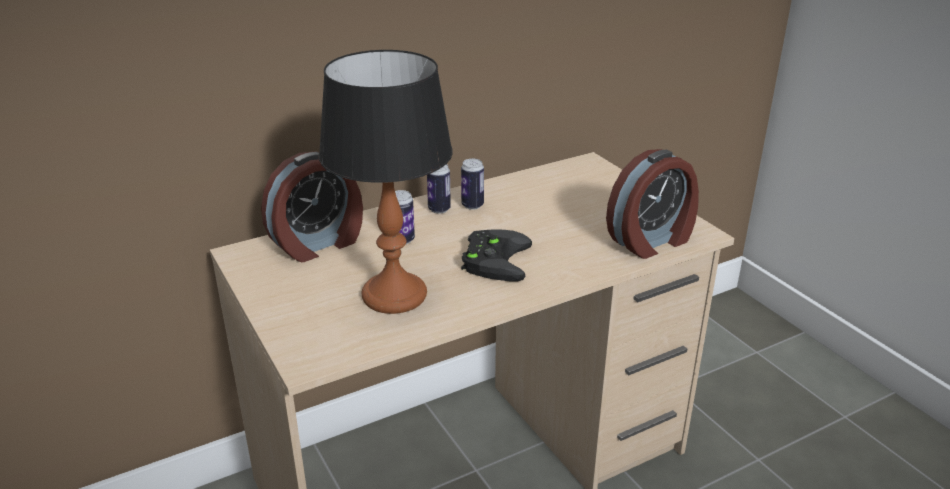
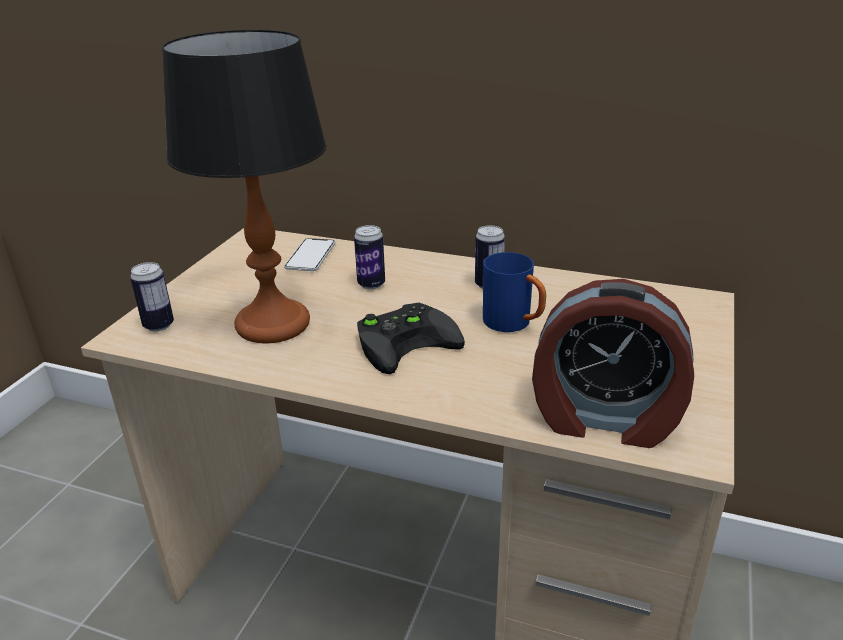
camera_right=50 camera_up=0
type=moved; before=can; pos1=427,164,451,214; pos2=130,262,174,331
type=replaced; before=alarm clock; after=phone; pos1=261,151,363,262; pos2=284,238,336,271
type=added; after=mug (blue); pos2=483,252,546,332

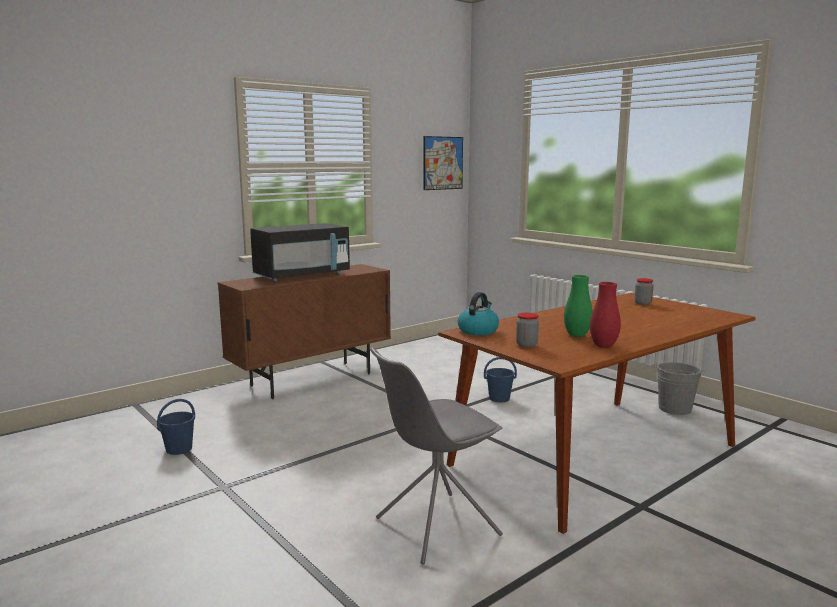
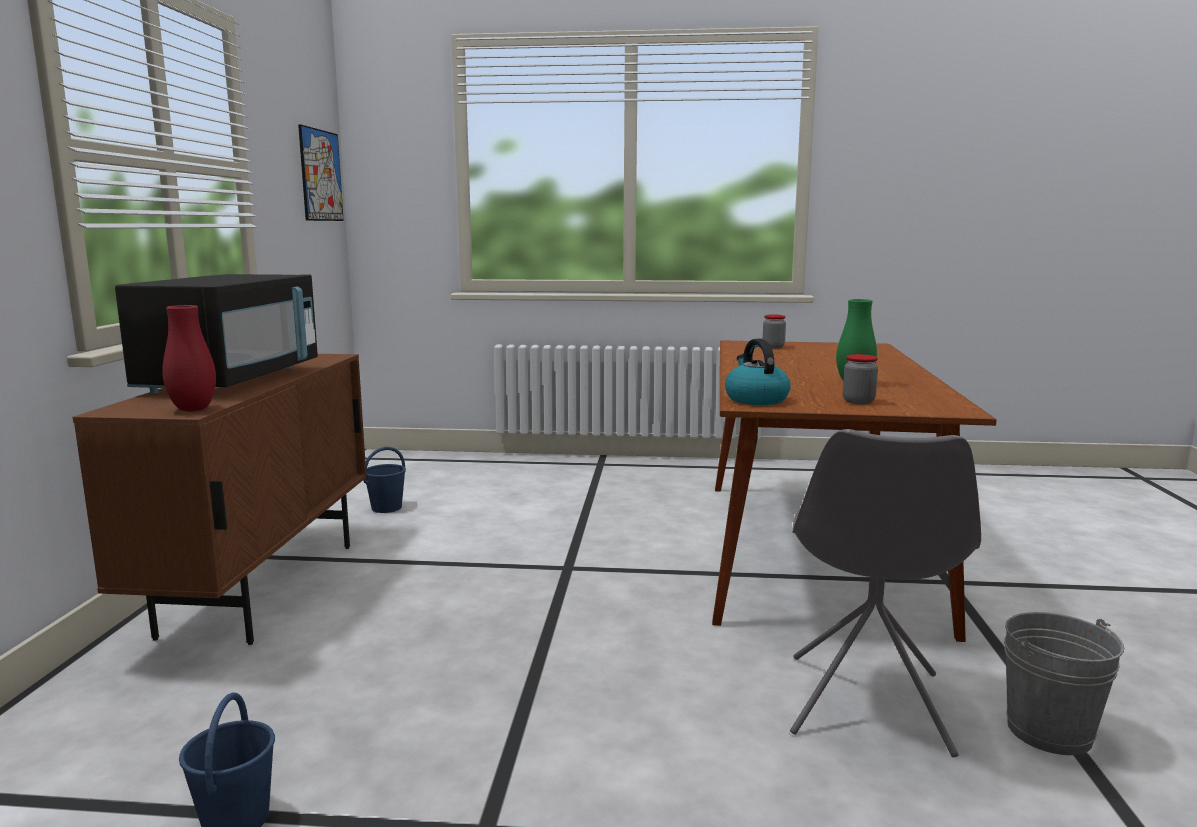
camera_right=-45 camera_up=0
type=moved; before=vase (red); pos1=590,282,621,348; pos2=162,305,216,412
type=moved; before=bucket (blue); pos1=484,357,517,402; pos2=363,447,406,513
type=moved; before=bucket (grey); pos1=654,362,705,415; pos2=1004,612,1124,755

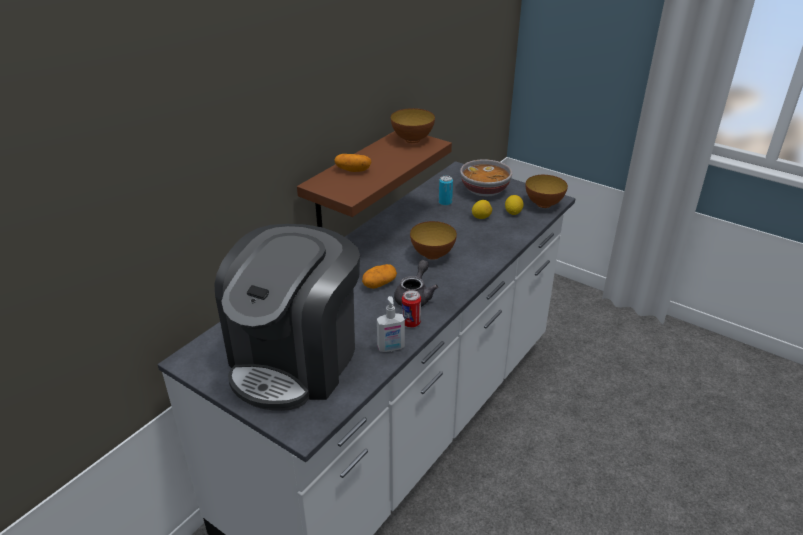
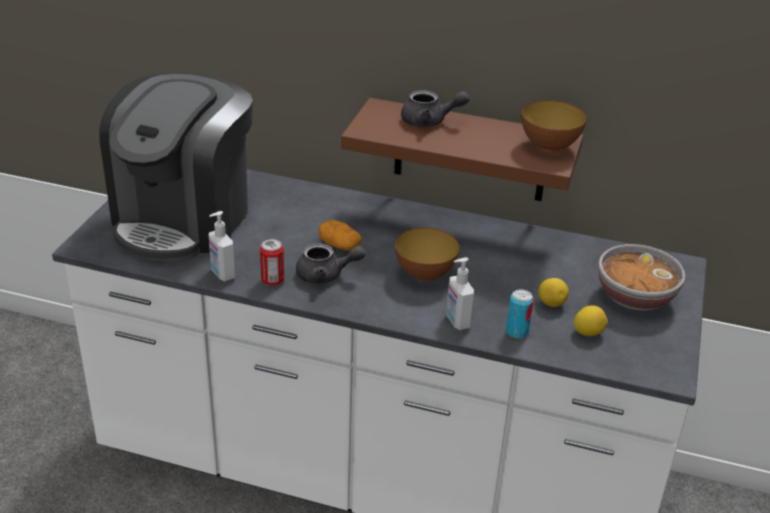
camera_right=70 camera_up=0
type=turned; before=coffee machine; pos1=214,224,360,411; pos2=99,73,253,262; turn=-75
type=replaced; before=potato; after=teapot (grey); pos1=334,154,372,172; pos2=401,90,469,127
type=added; after=soap dispenser; pos2=446,257,474,330
type=moved; before=can; pos1=439,176,453,206; pos2=506,289,534,339
type=removed; before=bowl; pos1=525,175,568,208

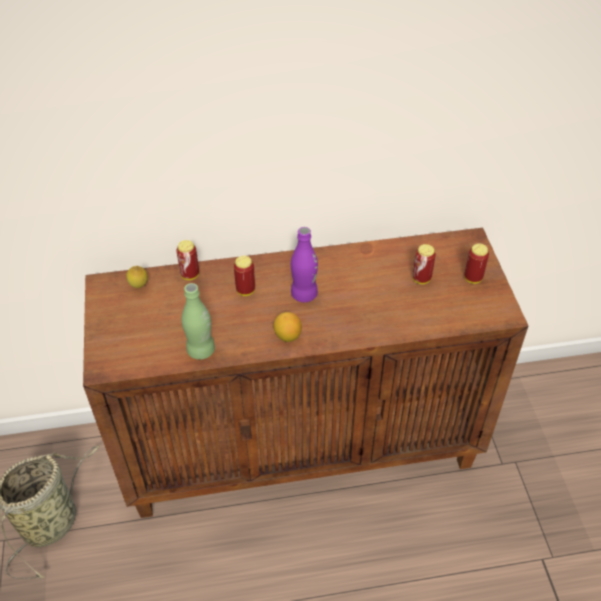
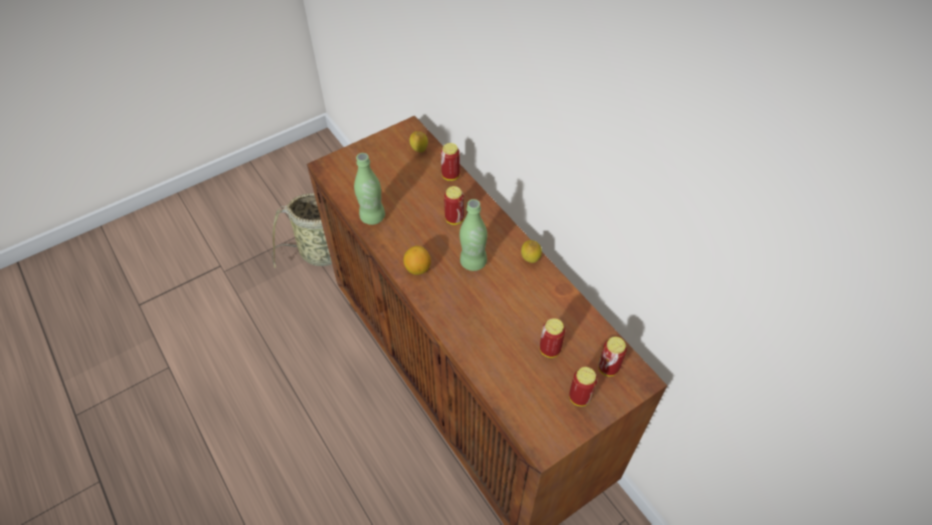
camera_right=65 camera_up=5
type=recoloured; before=bottle (purple); after=bottle (green); pos1=291,227,318,302; pos2=459,199,487,271
type=added; after=lemon; pos2=521,240,542,263
type=added; after=can; pos2=598,337,627,376

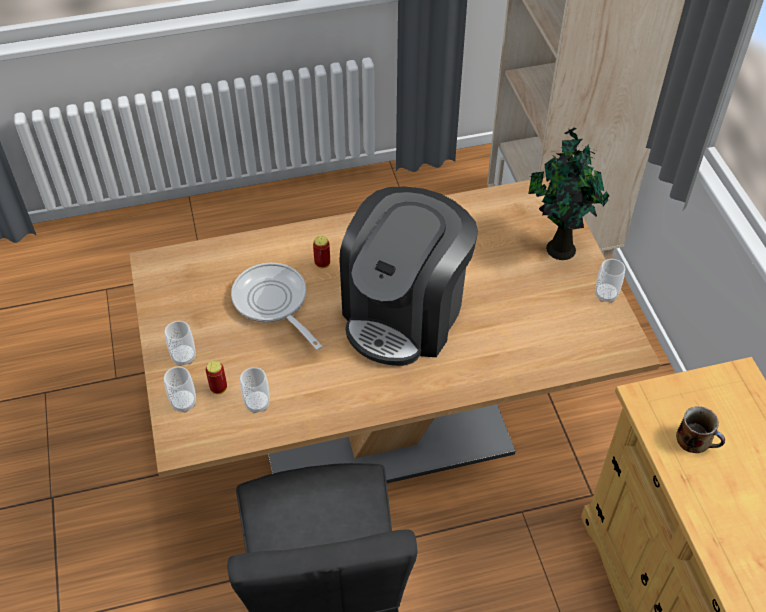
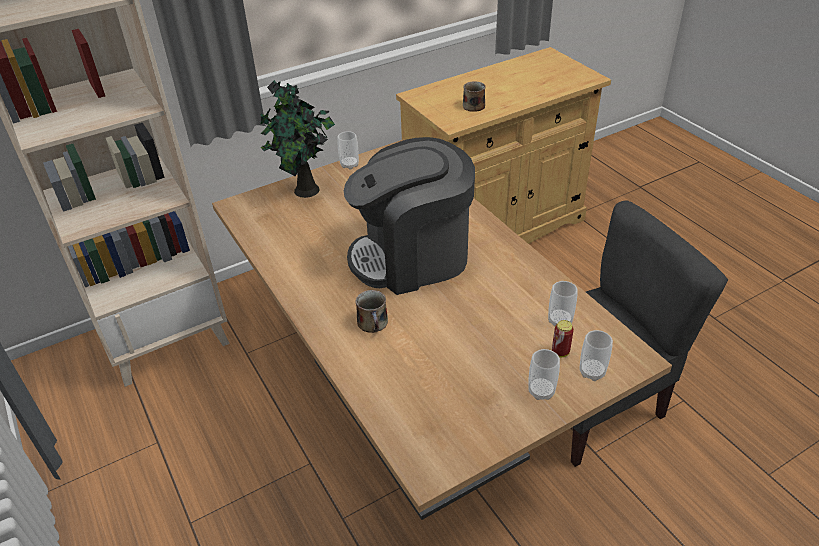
camera_right=-105 camera_up=-10
type=turned; before=coffee machine; pos1=339,187,478,366; pos2=344,137,475,295; turn=150
type=replaced; before=can; after=mug; pos1=313,236,330,268; pos2=355,290,388,333
type=removed; before=frying pan; pos1=231,263,322,350

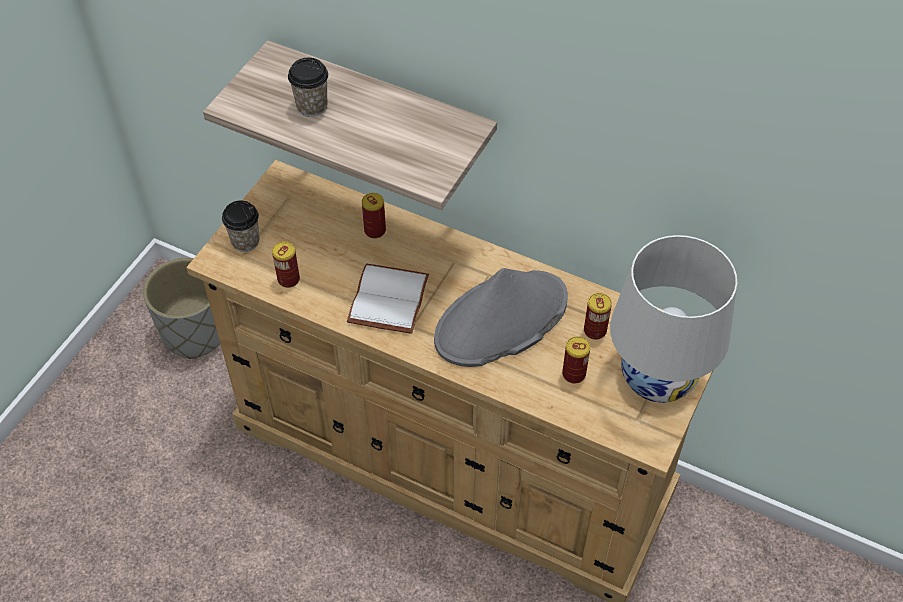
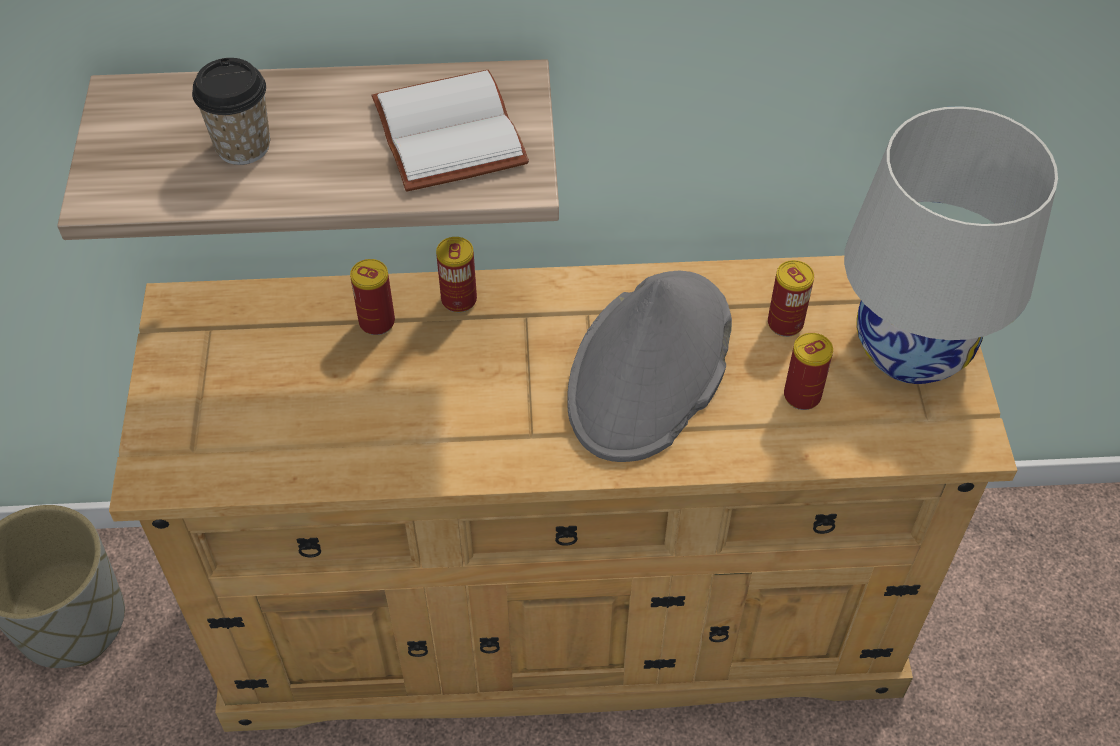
camera_right=-30 camera_up=0
type=moved; before=book (white); pos1=347,263,429,334; pos2=371,70,529,192
type=moved; before=can; pos1=272,241,300,288; pos2=436,237,477,313
type=removed; before=cup; pos1=222,201,259,252

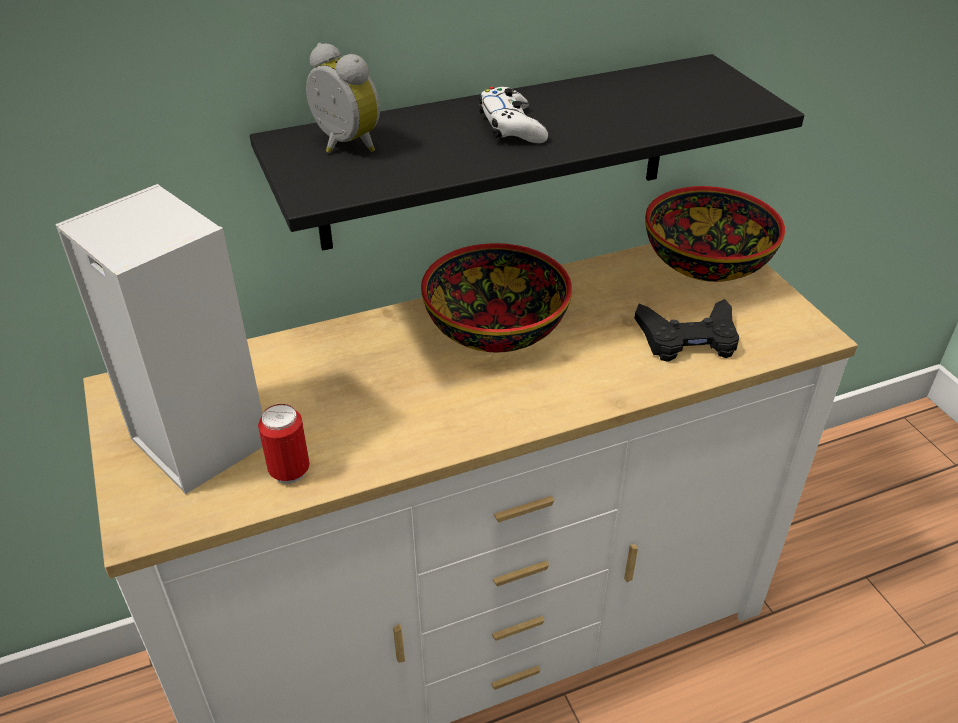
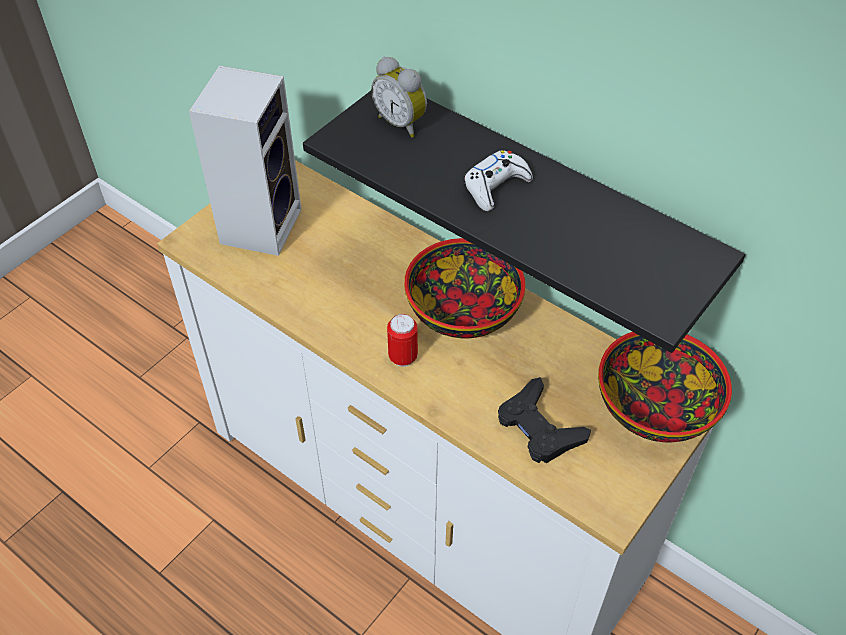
camera_right=60 camera_up=10
type=turned; before=alarm clock; pos1=306,43,380,153; pos2=371,57,427,137; turn=120
type=moved; before=can; pos1=258,404,310,484; pos2=387,314,418,367

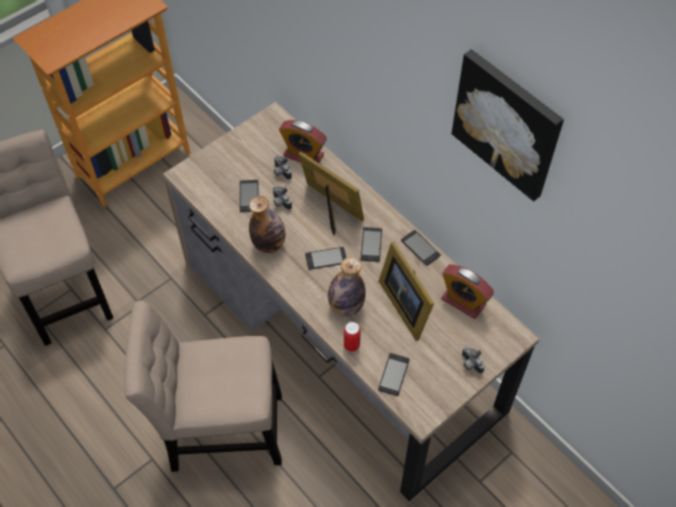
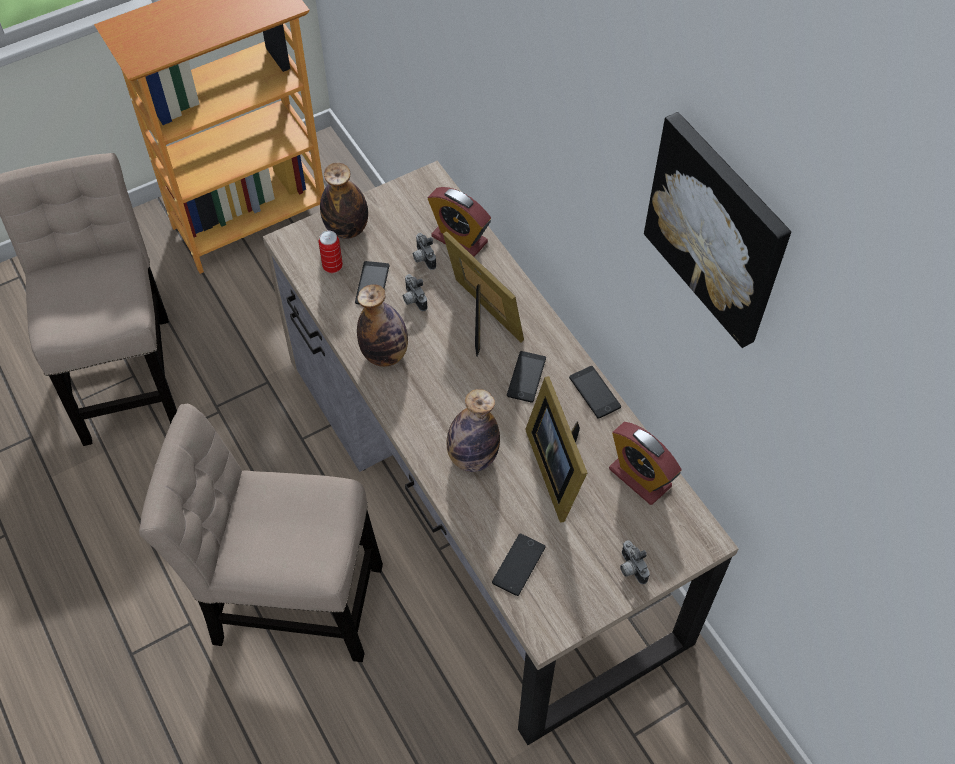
camera_right=10 camera_up=0
type=moved; before=can; pos1=344,322,361,352; pos2=318,230,343,273
type=added; after=bottle; pos2=320,163,368,239
type=removed; before=phone; pos1=305,247,346,270

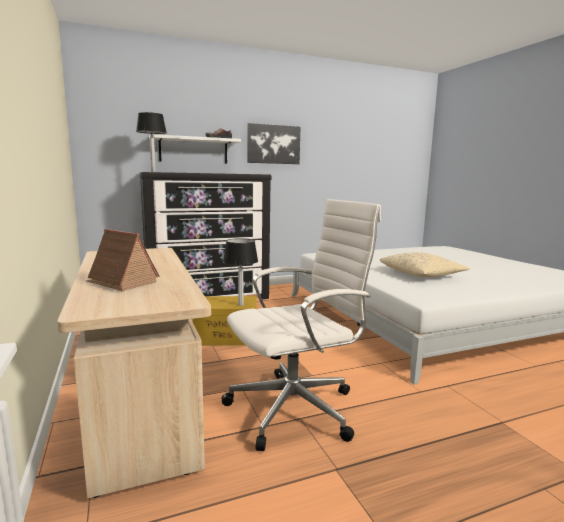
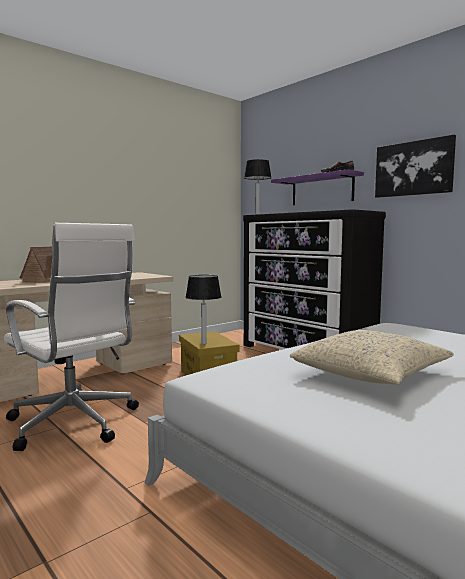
camera_right=70 camera_up=-5
type=recoloured; before=shelf (white); after=shelf (purple); pos1=149,134,241,163; pos2=271,169,364,205

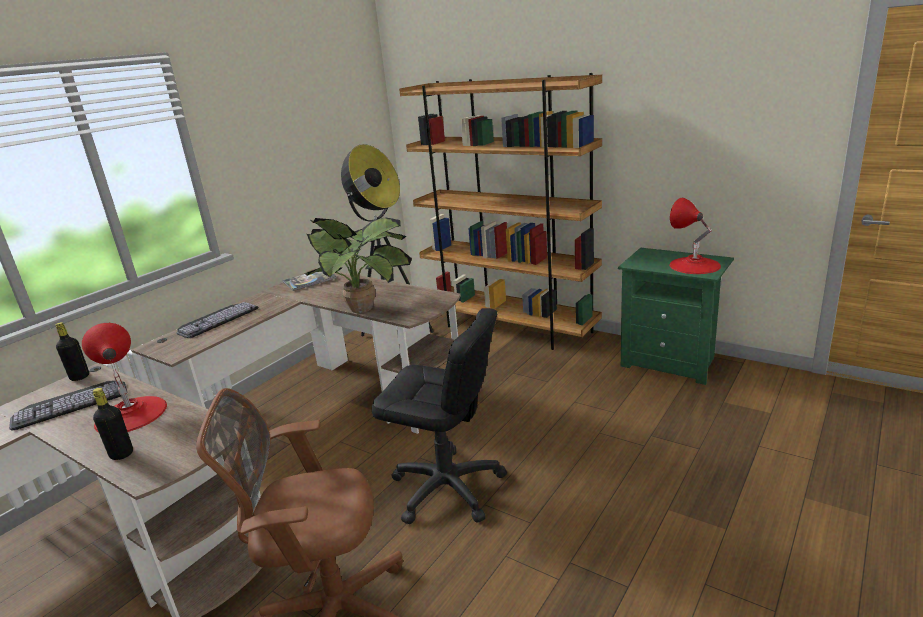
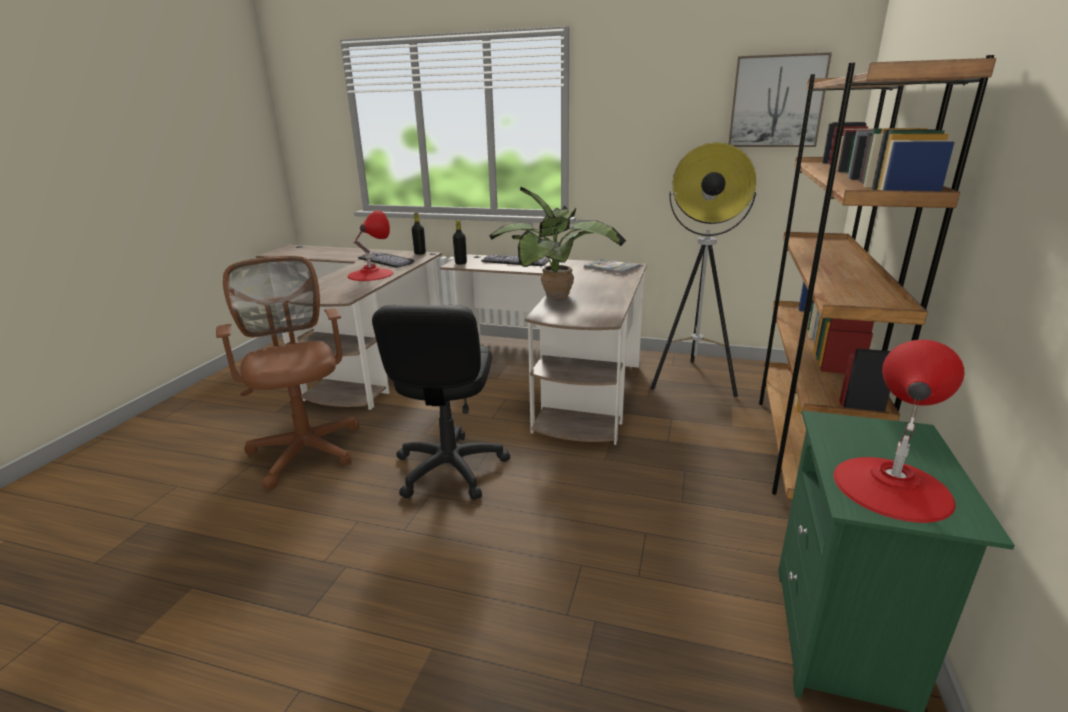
camera_right=70 camera_up=0
type=moved; before=bottle (black); pos1=93,388,133,460; pos2=453,220,467,265
type=added; after=picture; pos2=728,52,832,147

